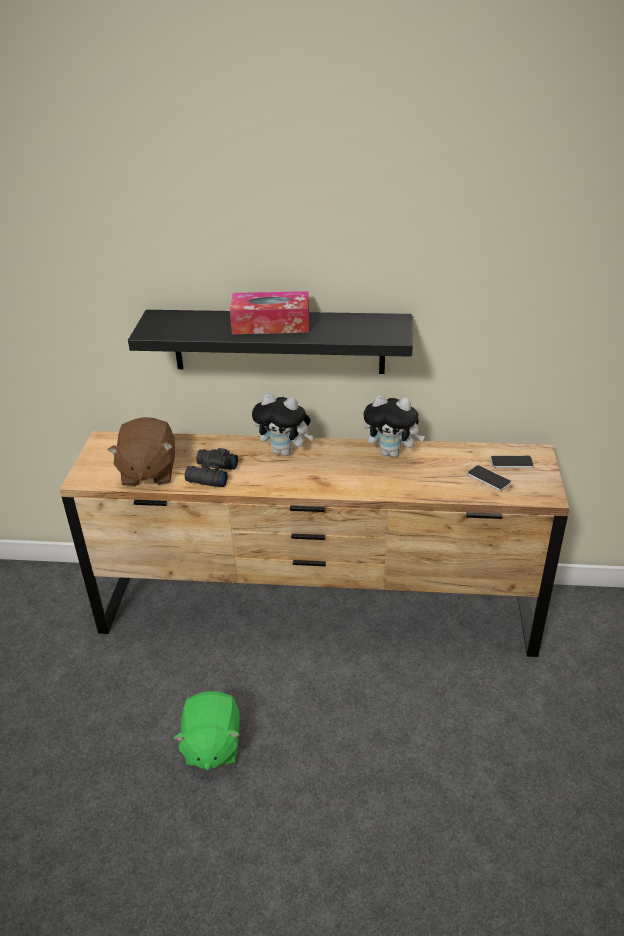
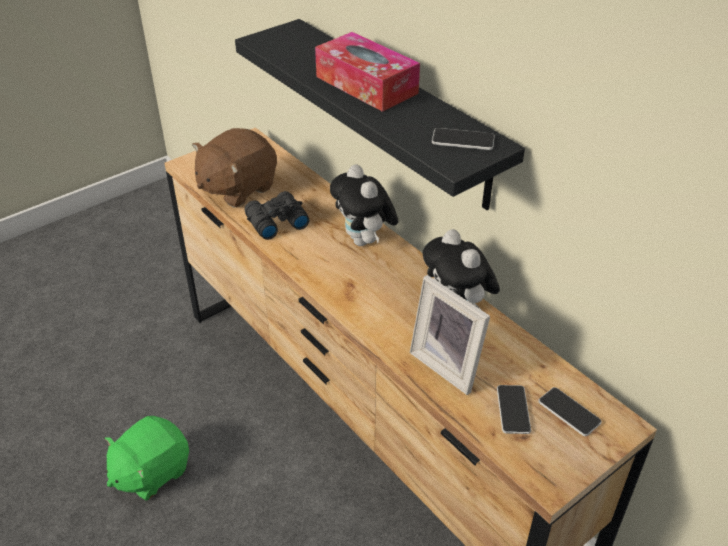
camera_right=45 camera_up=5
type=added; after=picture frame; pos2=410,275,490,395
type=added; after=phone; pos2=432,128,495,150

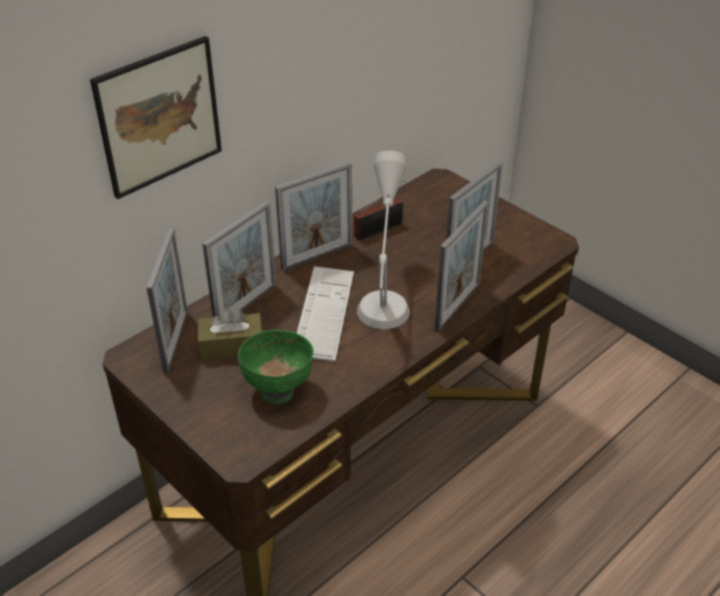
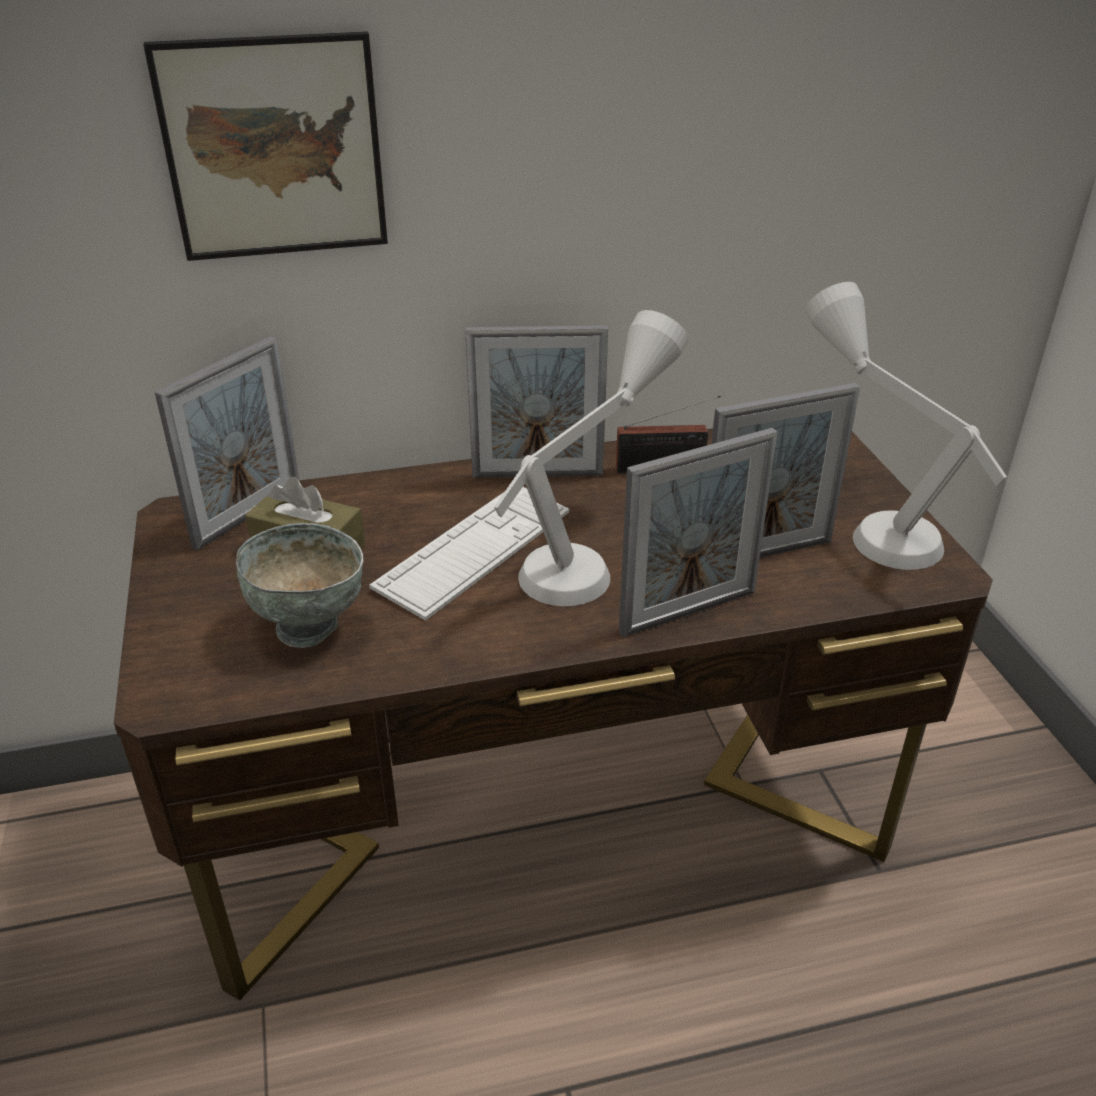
camera_right=30 camera_up=-5
type=recoloured; before=bowl (green); after=bowl (grey); pos1=238,330,314,404; pos2=236,523,363,648
type=added; after=table lamp (grey); pos2=805,282,1007,570
type=removed; before=picture frame; pos1=202,201,276,317

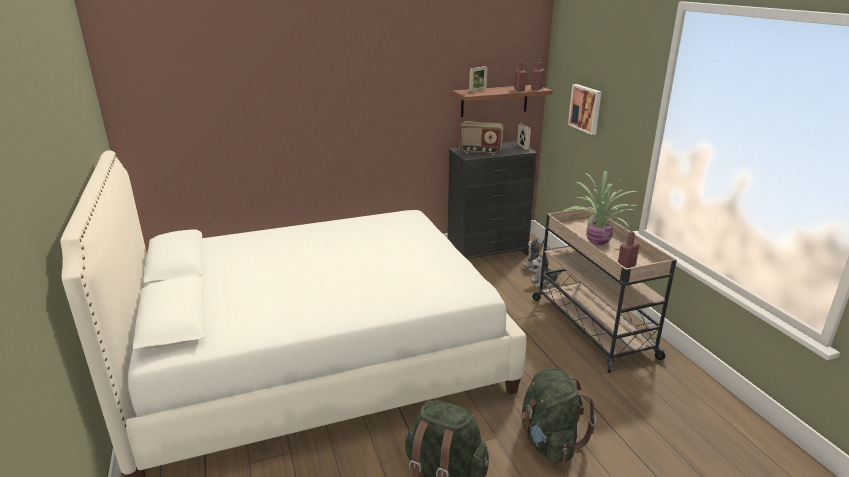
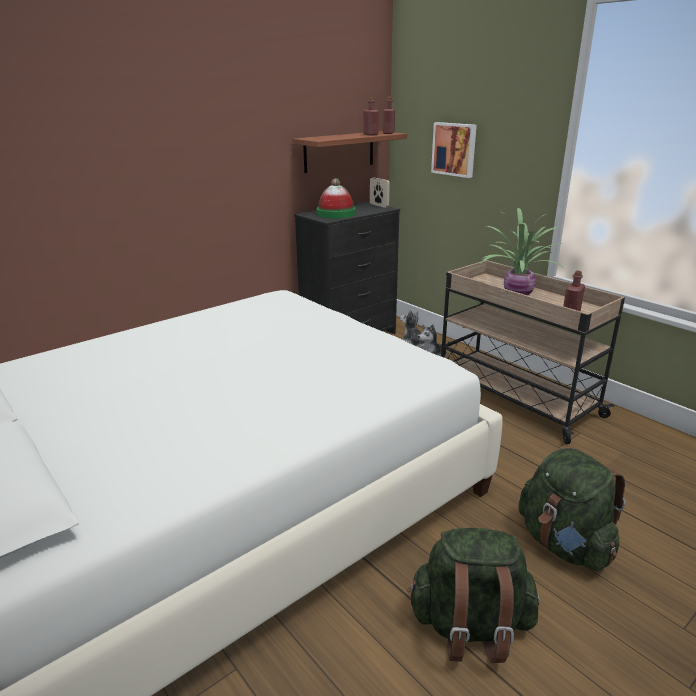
camera_right=-20 camera_up=0
type=replaced; before=radio; after=hat; pos1=459,121,504,155; pos2=317,178,356,219
type=removed; before=picture frame; pos1=469,66,487,92

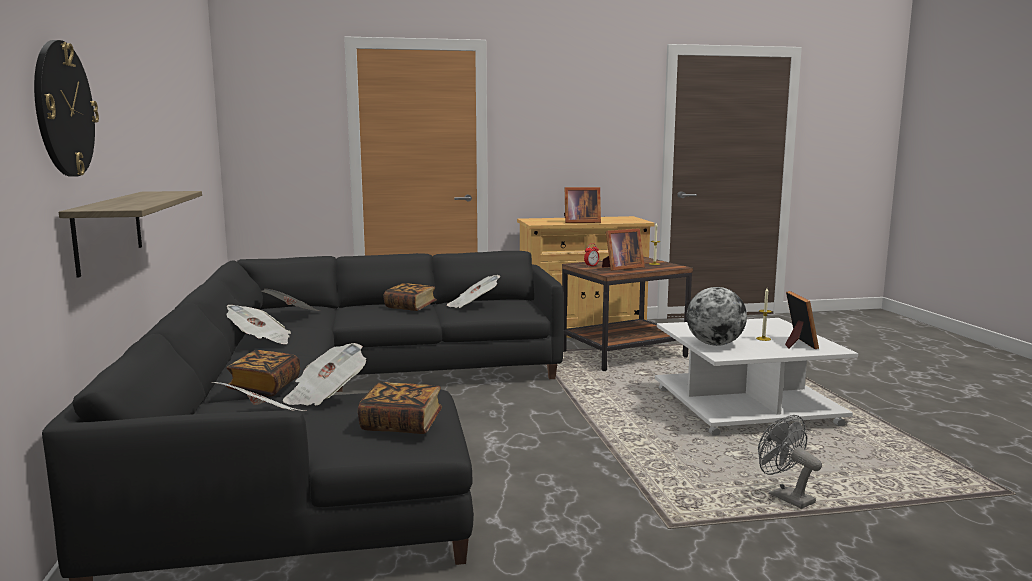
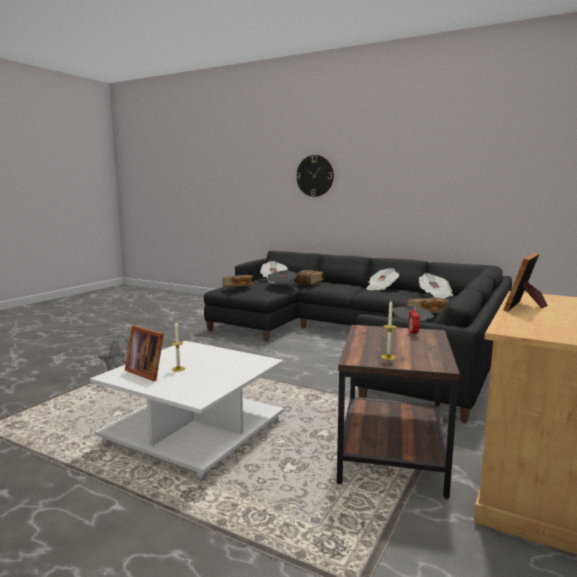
camera_right=130 camera_up=0
type=removed; before=shelf; pos1=59,191,202,278
type=removed; before=picture frame; pos1=602,228,645,271
type=removed; before=globe; pos1=687,287,747,346

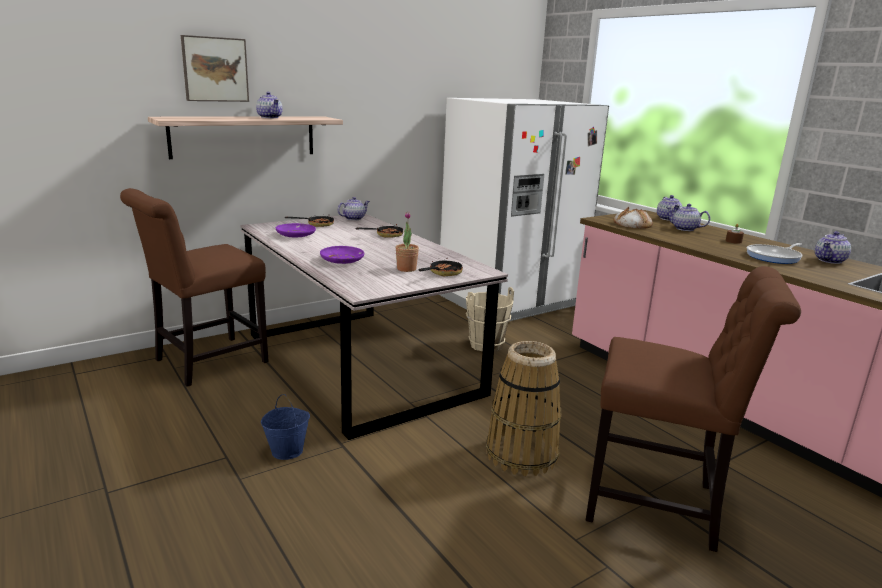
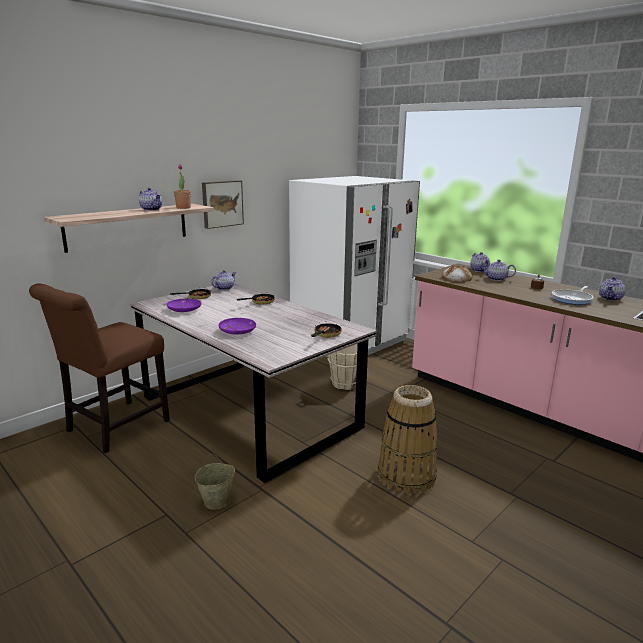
camera_right=-10 camera_up=0
type=moved; before=potted plant; pos1=396,212,419,272; pos2=174,165,191,209
type=recoloured; before=bucket (blue); after=bucket (beige); pos1=261,394,310,460; pos2=195,454,235,510
type=moved; before=picture; pos1=181,35,249,102; pos2=202,180,244,229
type=removed; before=chair (brown); pos1=586,266,801,552

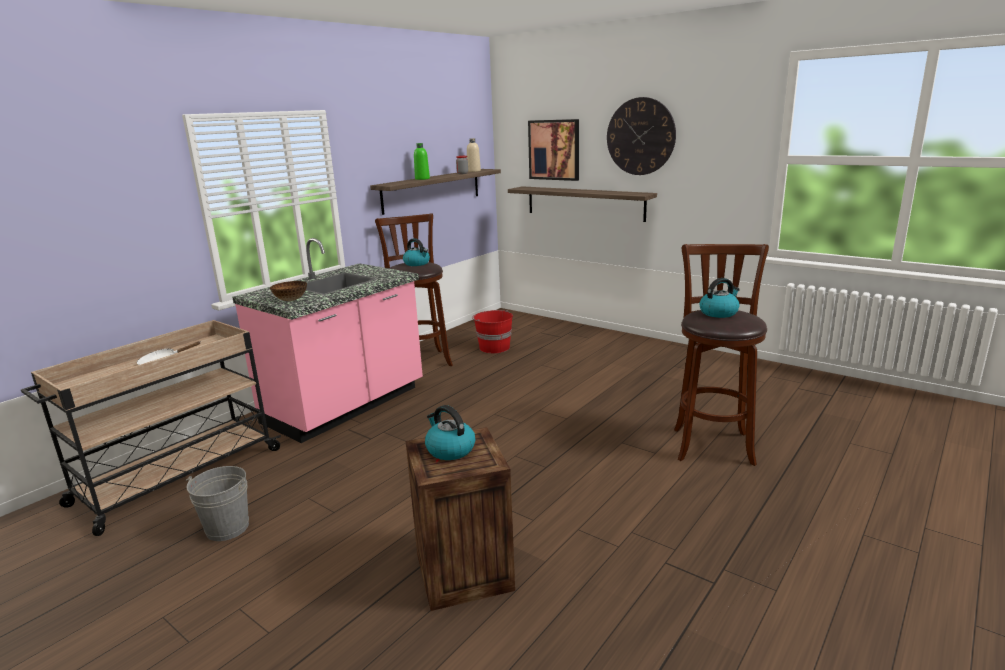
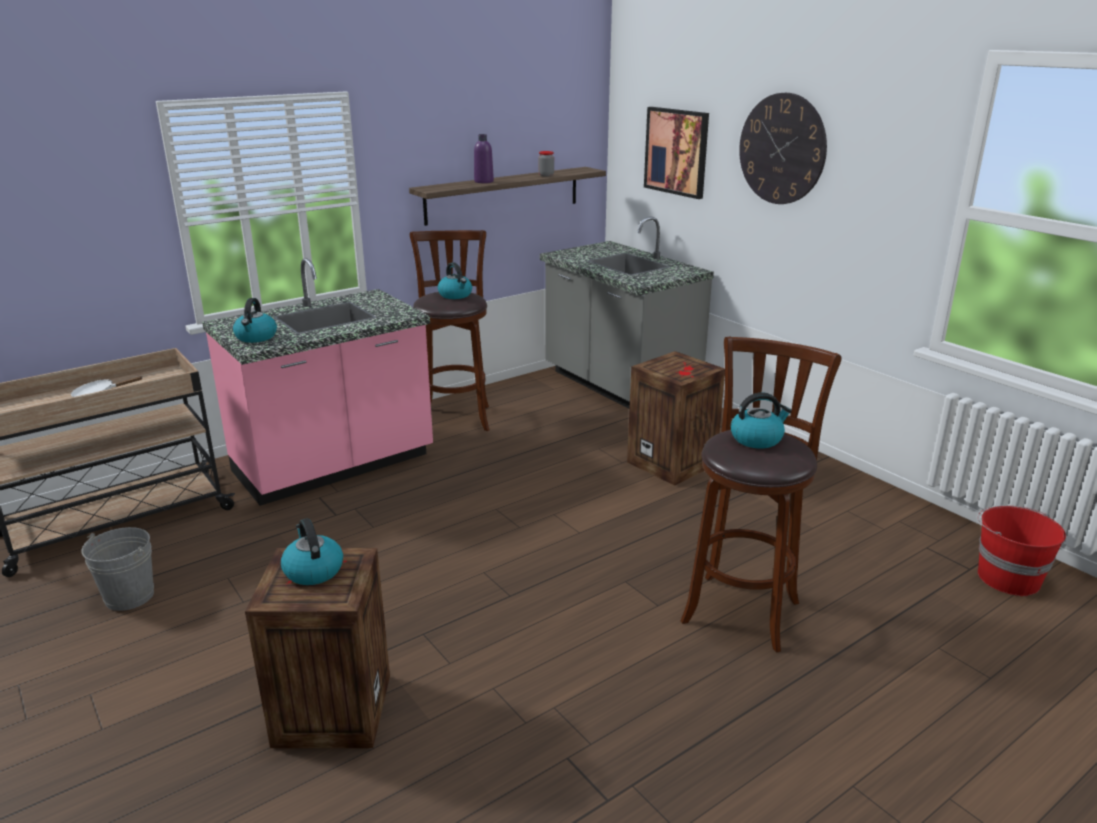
camera_right=15 camera_up=5
type=replaced; before=bowl; after=kettle; pos1=270,281,307,301; pos2=233,298,277,343
type=recoloured; before=bottle (green); after=bottle (purple); pos1=414,143,430,180; pos2=474,134,494,183
type=added; after=counter (grey); pos2=540,217,714,409
type=added; after=crate; pos2=627,351,725,486
type=moved; before=bucket (red); pos1=472,310,513,353; pos2=978,505,1066,596
type=removed; before=bottle (beige); pos1=467,138,481,172
type=removed; before=shelf; pos1=508,186,657,222

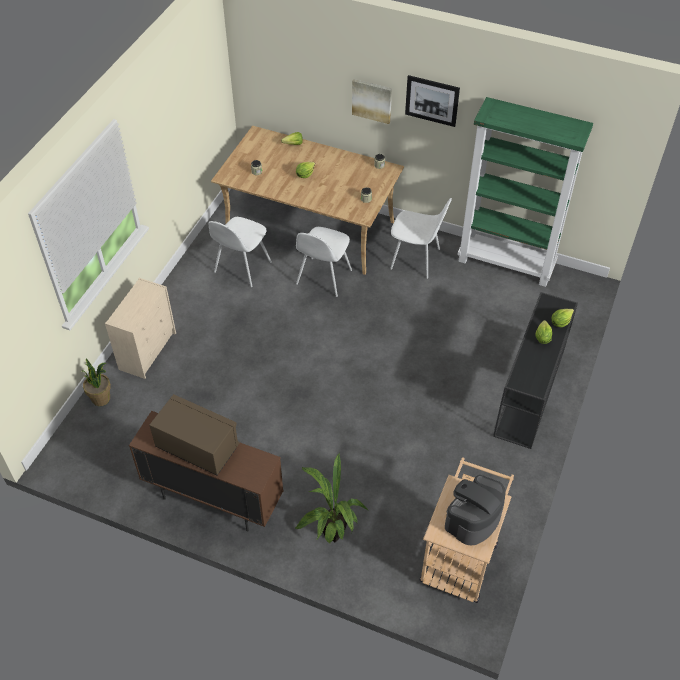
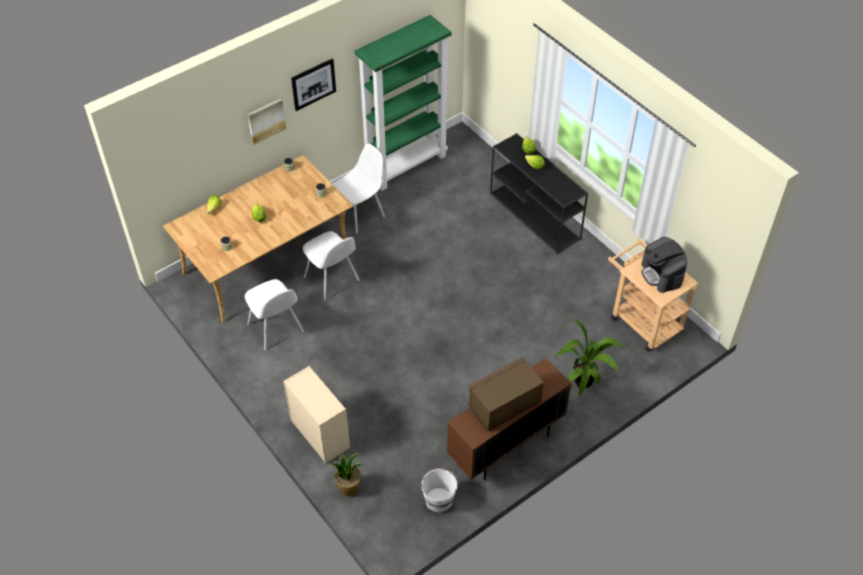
camera_right=-60 camera_up=0
type=added; after=bucket (white); pos2=421,468,458,512

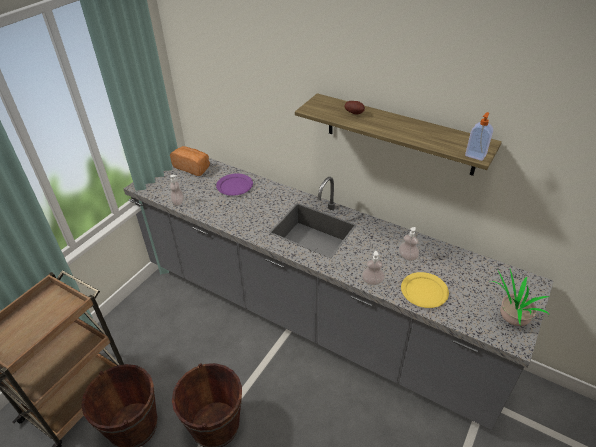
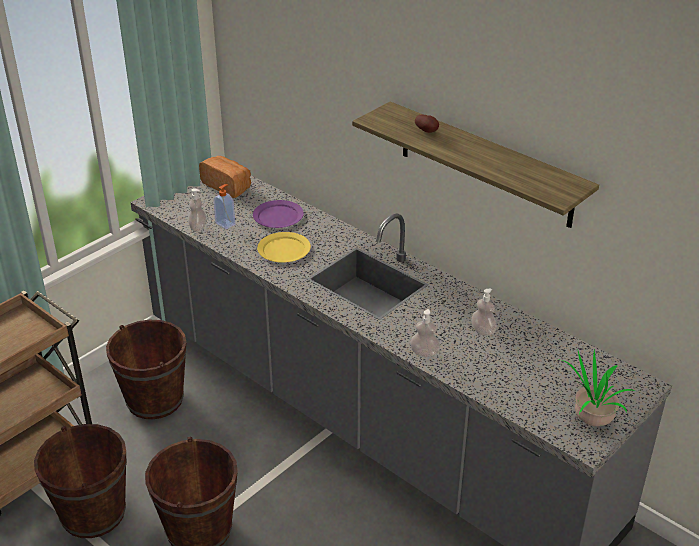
camera_right=10 camera_up=-5
type=added; after=bucket (brown); pos2=106,320,186,419
type=moved; before=soap dispenser; pos1=465,112,493,161; pos2=213,184,235,229
type=moved; before=plate (yellow); pos1=401,272,449,308; pos2=257,232,311,263

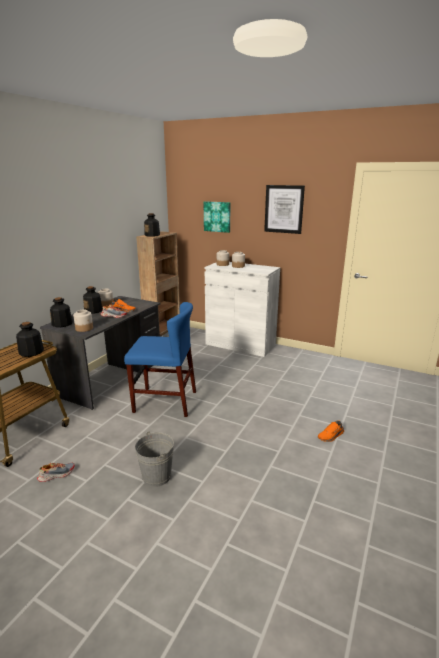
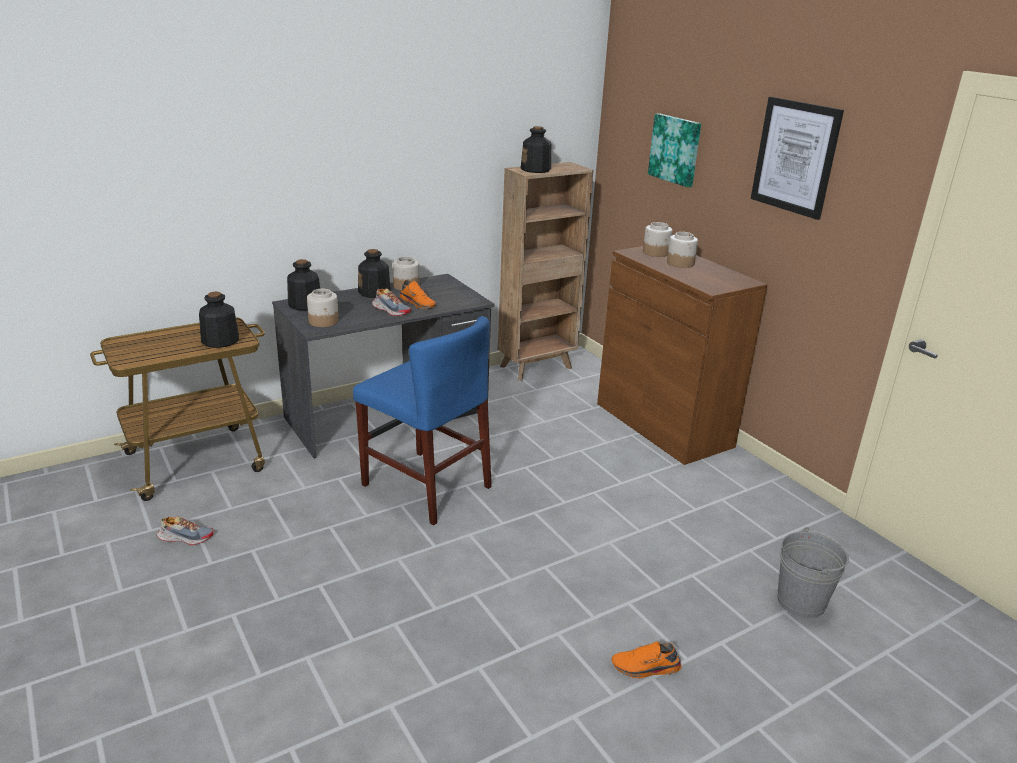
camera_right=30 camera_up=5
type=recoloured; before=cabinet (white); after=cabinet (brown); pos1=205,262,280,357; pos2=597,246,767,465
type=moved; before=bucket (grey); pos1=135,431,174,487; pos2=777,527,849,618

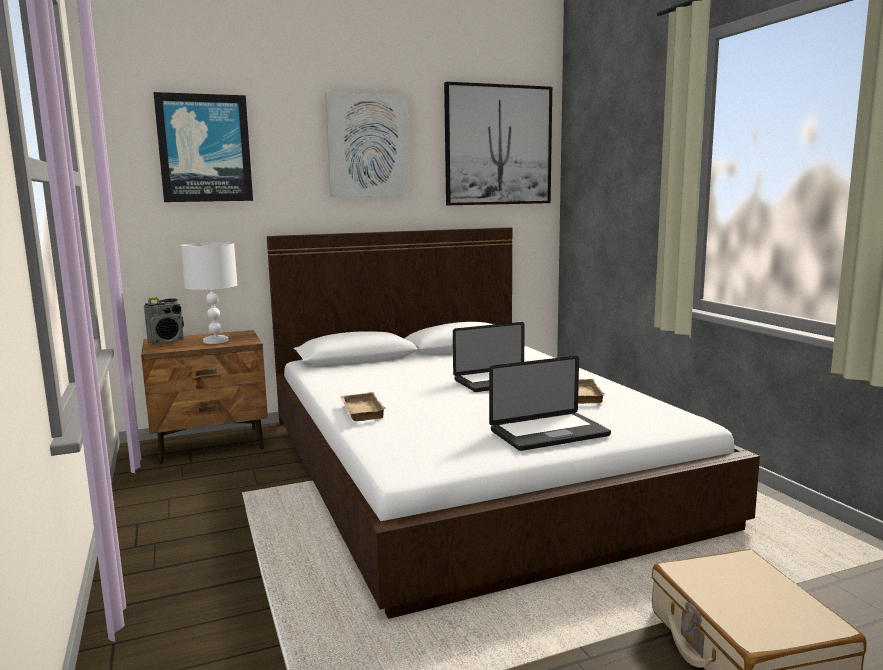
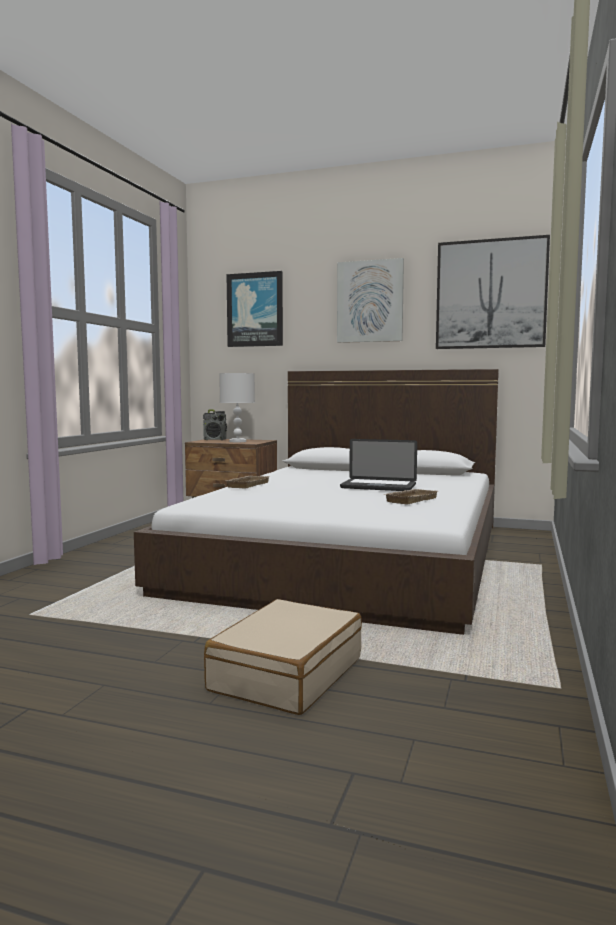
camera_right=40 camera_up=-5
type=removed; before=laptop; pos1=489,356,611,451

